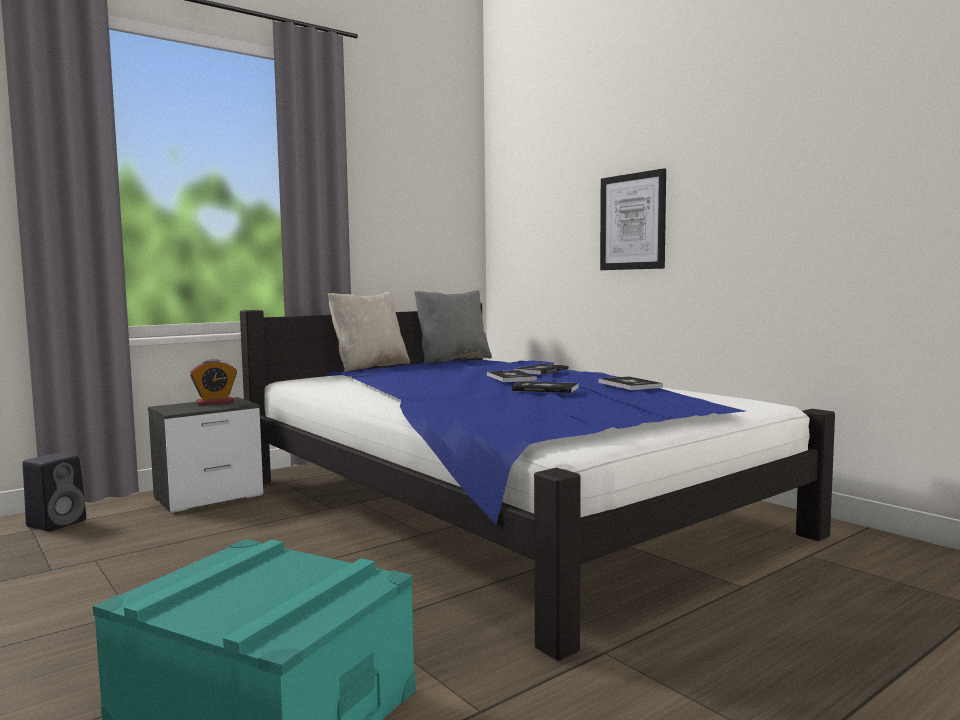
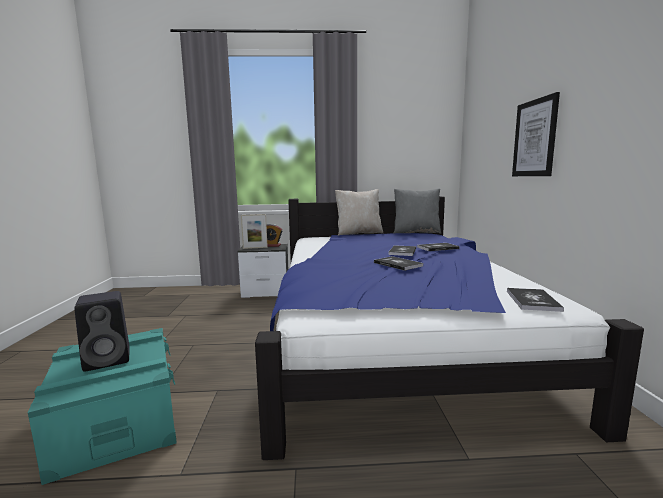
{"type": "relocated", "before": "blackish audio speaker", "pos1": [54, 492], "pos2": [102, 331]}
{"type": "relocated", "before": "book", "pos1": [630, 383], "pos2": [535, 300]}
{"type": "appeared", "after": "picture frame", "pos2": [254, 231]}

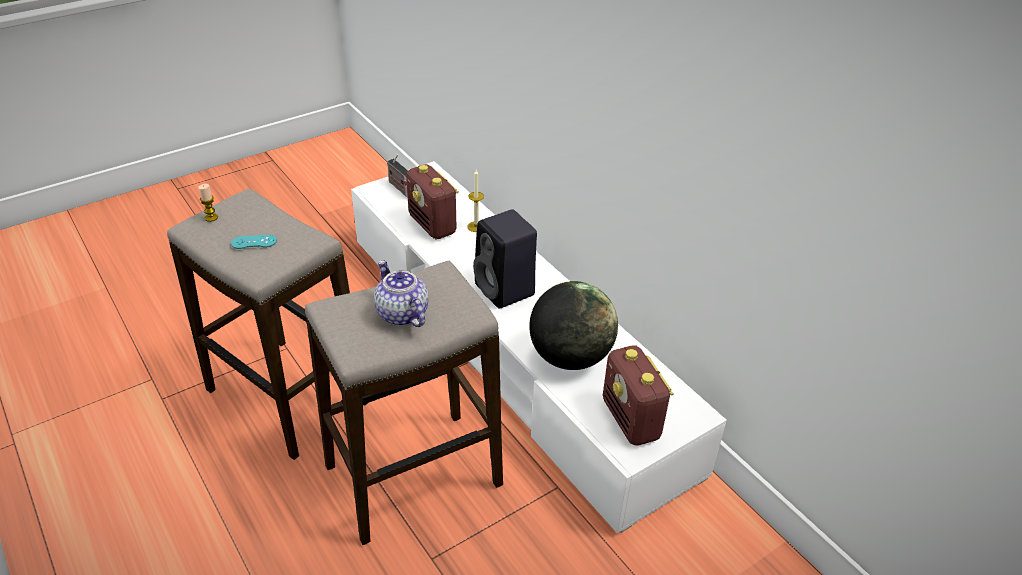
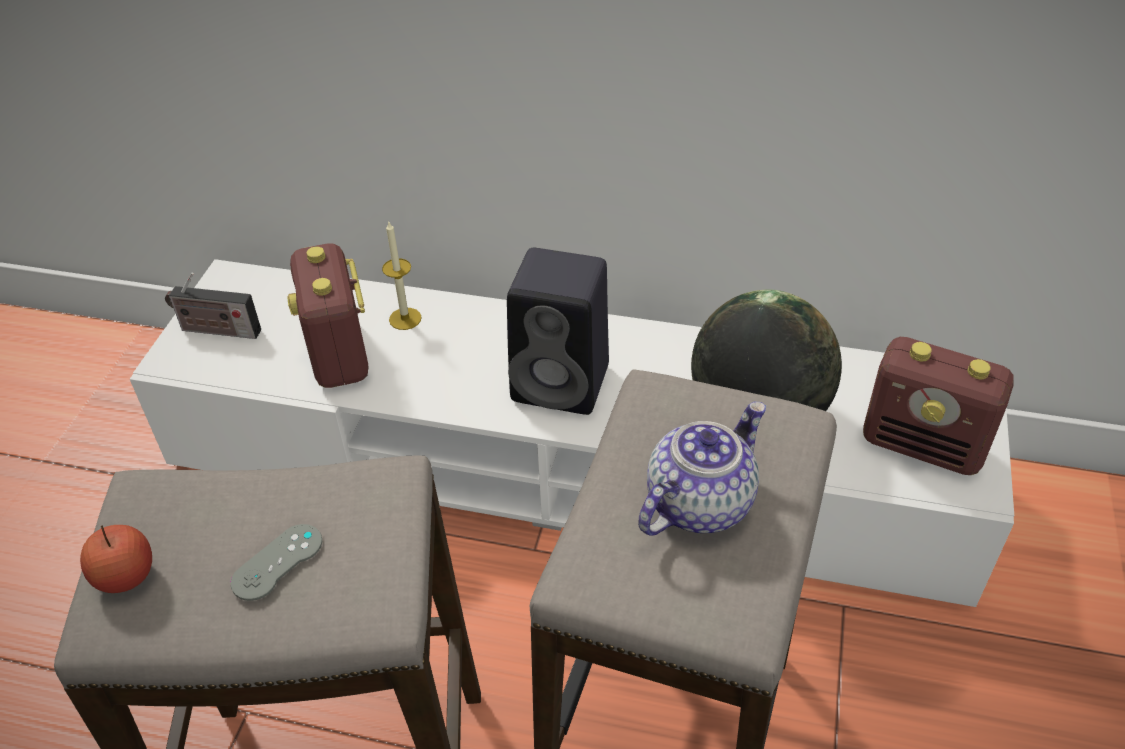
{"type": "exchanged", "before": "candle", "after": "apple fruit", "pos1": [208, 203], "pos2": [116, 559]}
{"type": "colour", "before": "turquoise-coloured game controller", "after": "greyish game controller", "pos1": [254, 242], "pos2": [276, 562]}
{"type": "spun", "before": "pot for tea", "pos1": [401, 293], "pos2": [702, 469], "turn": 120}
{"type": "spun", "before": "radio receiver", "pos1": [432, 201], "pos2": [328, 315], "turn": 60}

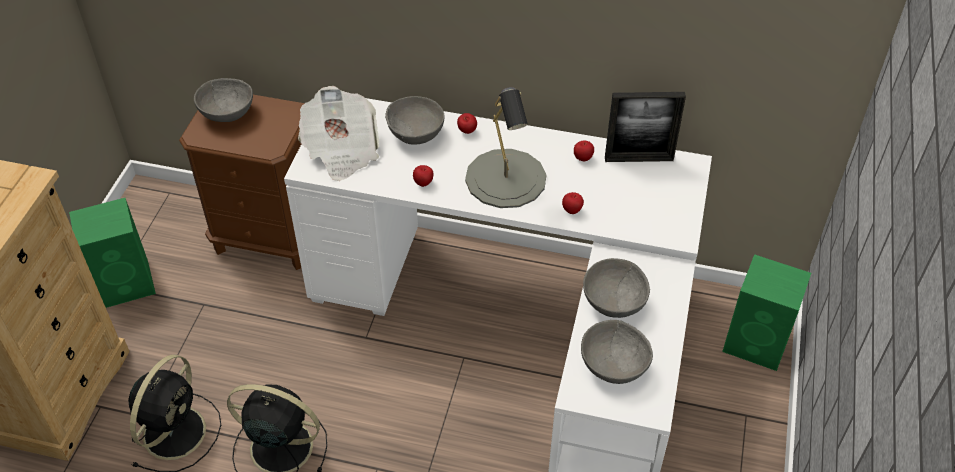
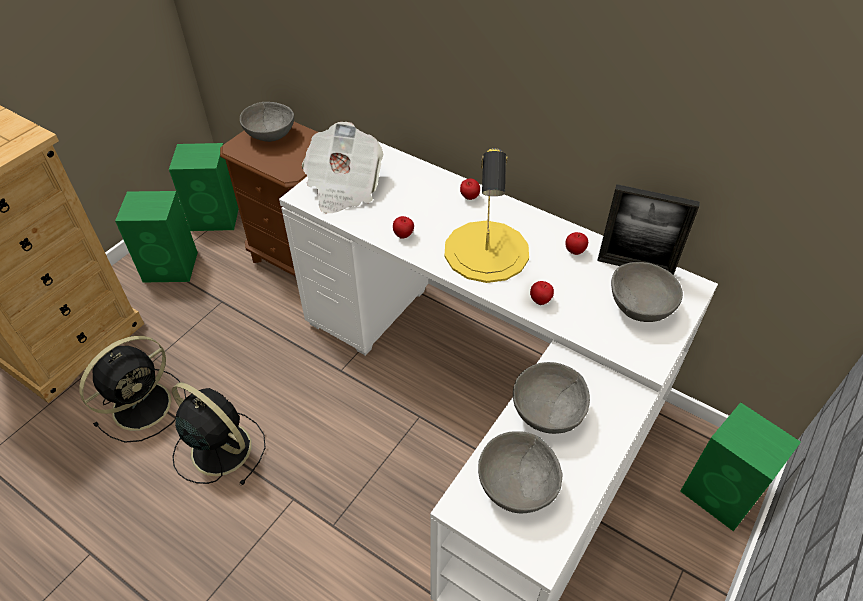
{"type": "relocated", "before": "greyish bowl", "pos1": [414, 120], "pos2": [647, 292]}
{"type": "colour", "before": "greyish tabletop lamp", "after": "yellow tabletop lamp", "pos1": [505, 147], "pos2": [487, 215]}
{"type": "appeared", "after": "greenish audio speaker", "pos2": [204, 187]}

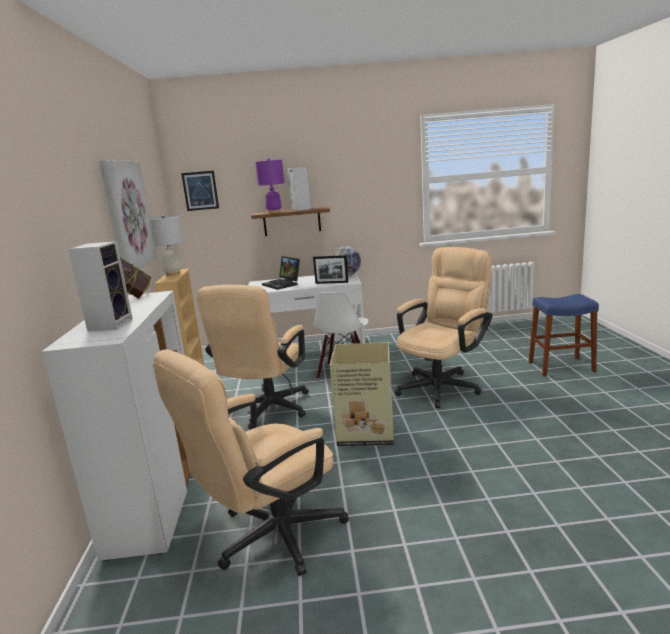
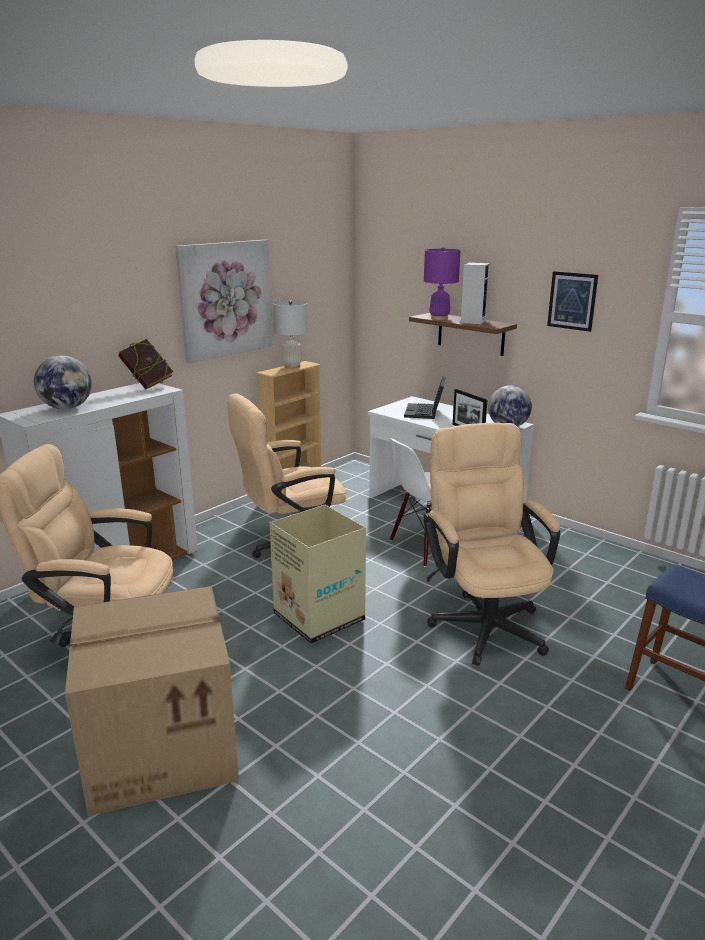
{"type": "exchanged", "before": "audio speaker", "after": "world globe", "pos1": [100, 286], "pos2": [63, 382]}
{"type": "relocated", "before": "picture", "pos1": [200, 191], "pos2": [572, 301]}
{"type": "spun", "before": "beige desk chair", "pos1": [444, 327], "pos2": [491, 544], "turn": -105}
{"type": "appeared", "after": "carton", "pos2": [152, 701]}

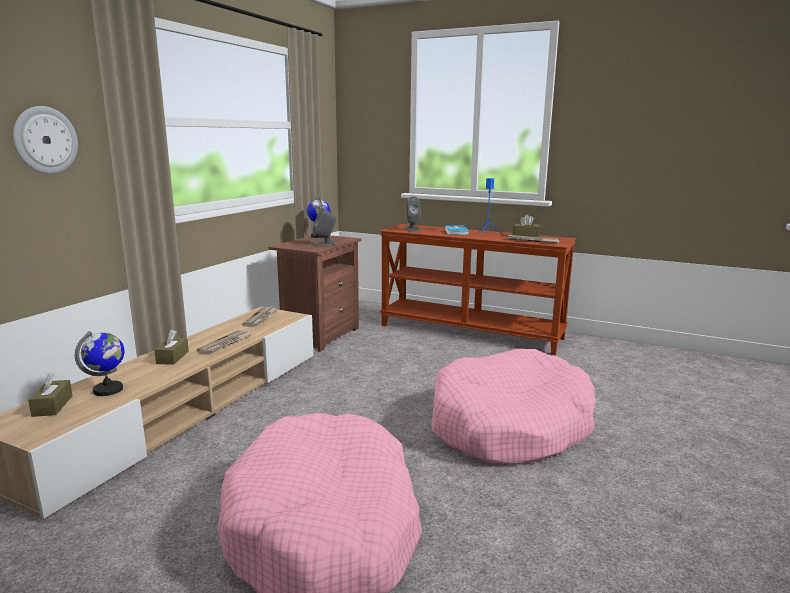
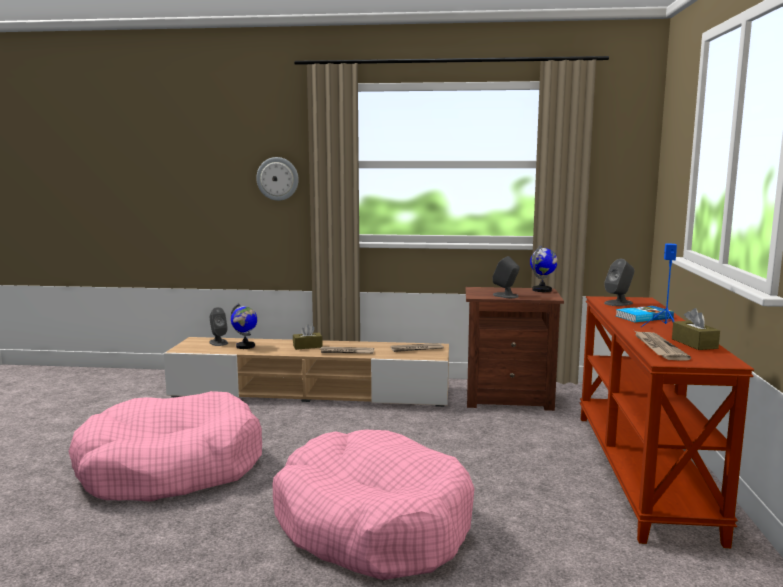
{"type": "exchanged", "before": "brown tissue box", "after": "greyish audio speaker", "pos1": [50, 394], "pos2": [218, 326]}

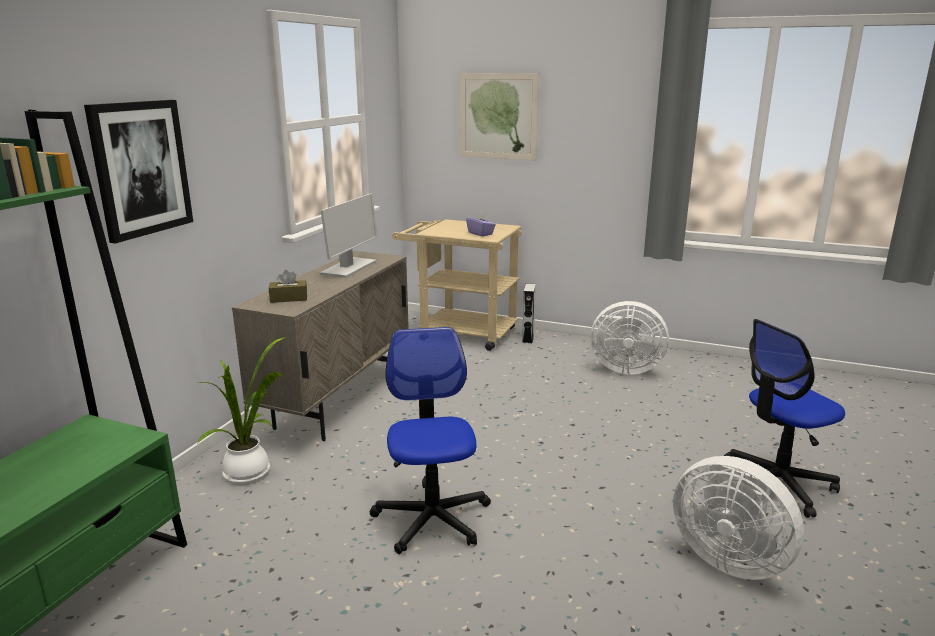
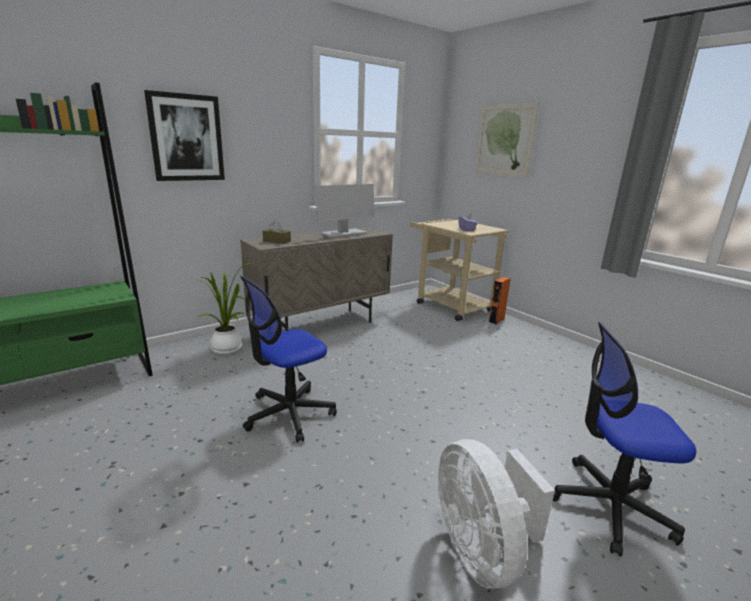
{"type": "spun", "before": "desk chair", "pos1": [430, 440], "pos2": [288, 359], "turn": -150}
{"type": "colour", "before": "greyish audio speaker", "after": "orangey audio speaker", "pos1": [529, 313], "pos2": [500, 300]}
{"type": "missing", "before": "whitish cooling fan", "pos1": [630, 338]}

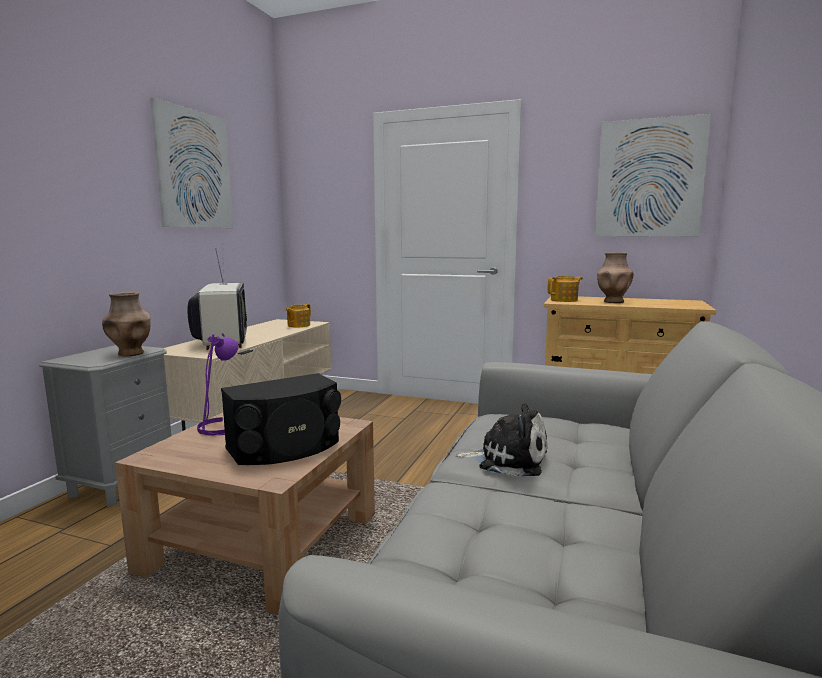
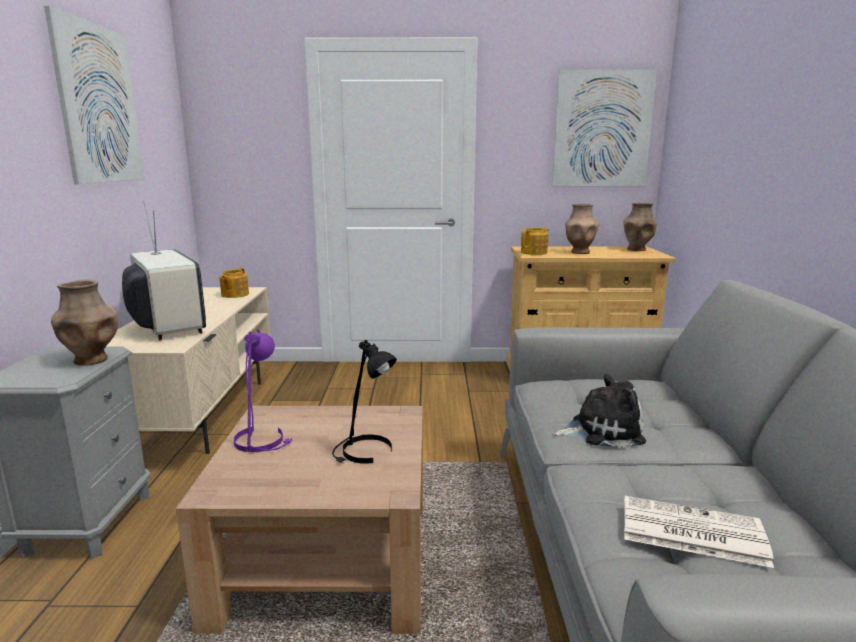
{"type": "exchanged", "before": "blackish audio speaker", "after": "blackish tabletop lamp", "pos1": [281, 419], "pos2": [364, 402]}
{"type": "appeared", "after": "brown vase", "pos2": [640, 226]}
{"type": "appeared", "after": "newspaper", "pos2": [699, 532]}

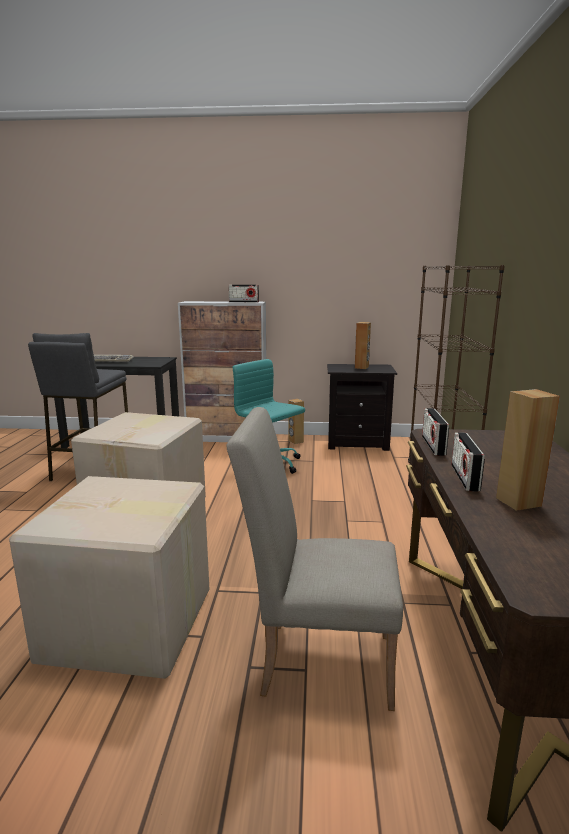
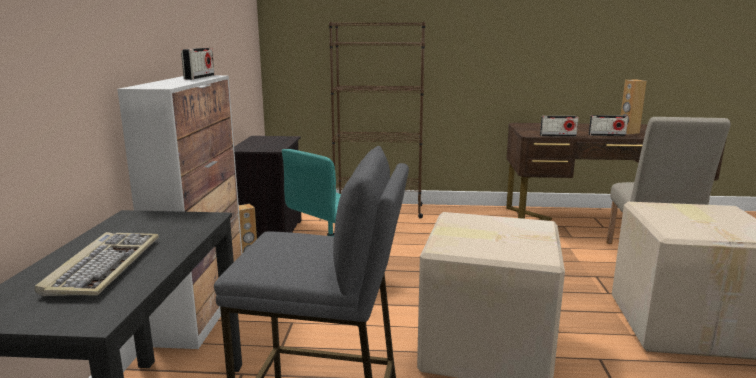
{"type": "missing", "before": "brown audio speaker", "pos1": [363, 345]}

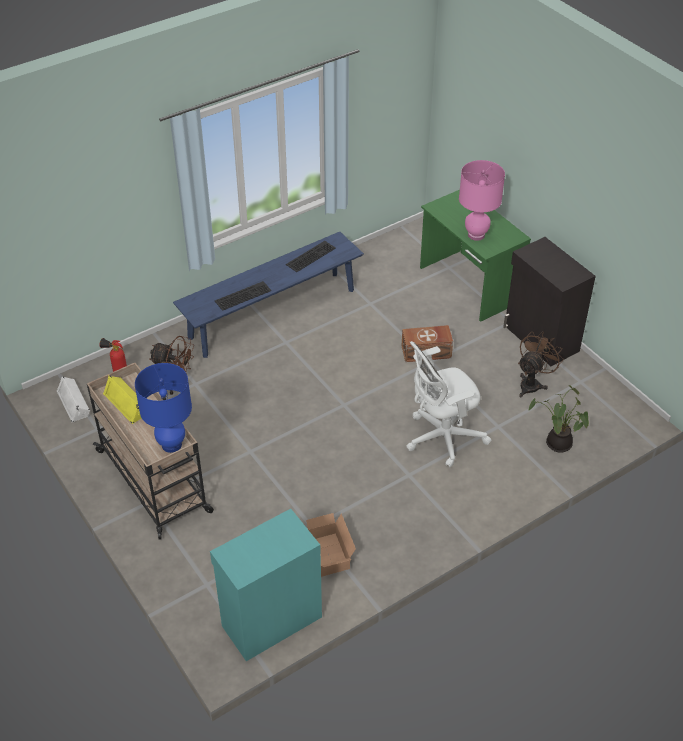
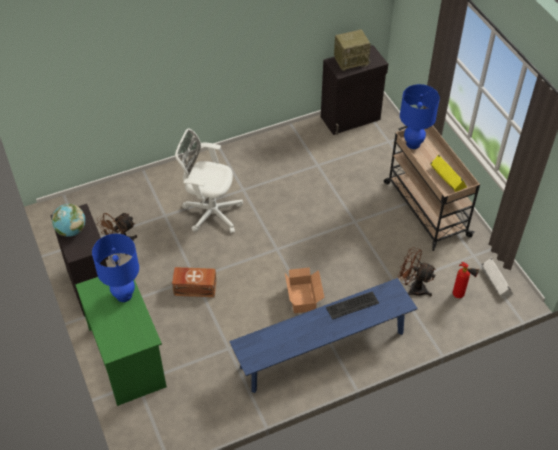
{"type": "colour", "before": "turquoise-coloured cupboard", "after": "blackish cupboard", "pos1": [266, 585], "pos2": [354, 90]}
{"type": "missing", "before": "computer keyboard", "pos1": [311, 256]}
{"type": "relocated", "before": "carton", "pos1": [331, 545], "pos2": [305, 290]}
{"type": "spun", "before": "whitish desk chair", "pos1": [448, 404], "pos2": [209, 181], "turn": -150}
{"type": "colour", "before": "pink tabletop lamp", "after": "bluish tabletop lamp", "pos1": [482, 200], "pos2": [115, 268]}
{"type": "missing", "before": "plant in a pot", "pos1": [558, 419]}
{"type": "appeared", "after": "world globe", "pos2": [68, 220]}
{"type": "appeared", "after": "radio receiver", "pos2": [352, 50]}

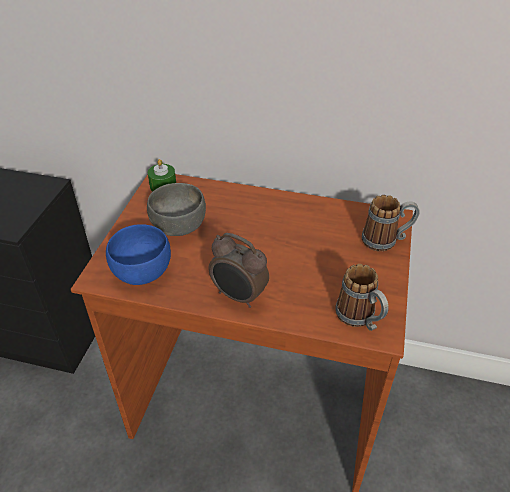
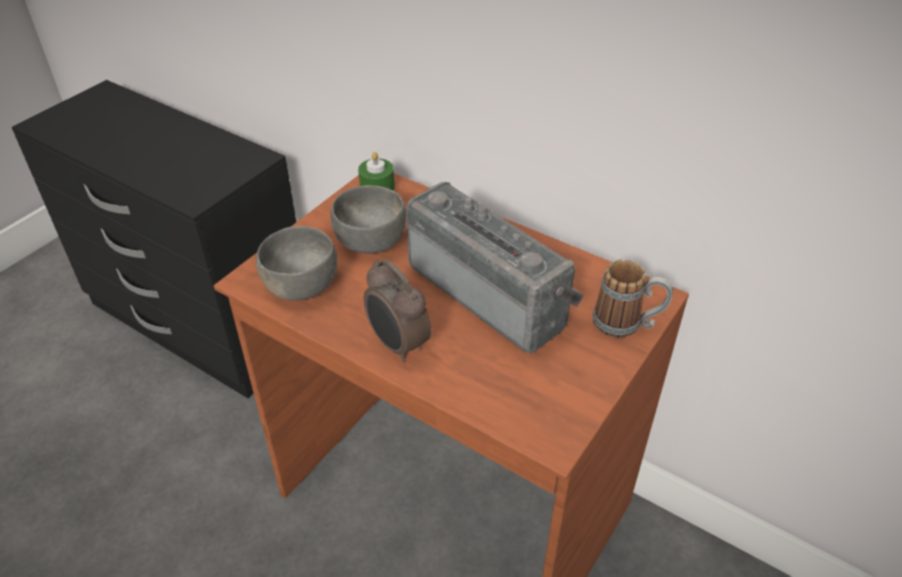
{"type": "colour", "before": "bluish bowl", "after": "greyish bowl", "pos1": [138, 254], "pos2": [296, 263]}
{"type": "missing", "before": "mug", "pos1": [362, 297]}
{"type": "appeared", "after": "radio receiver", "pos2": [495, 267]}

